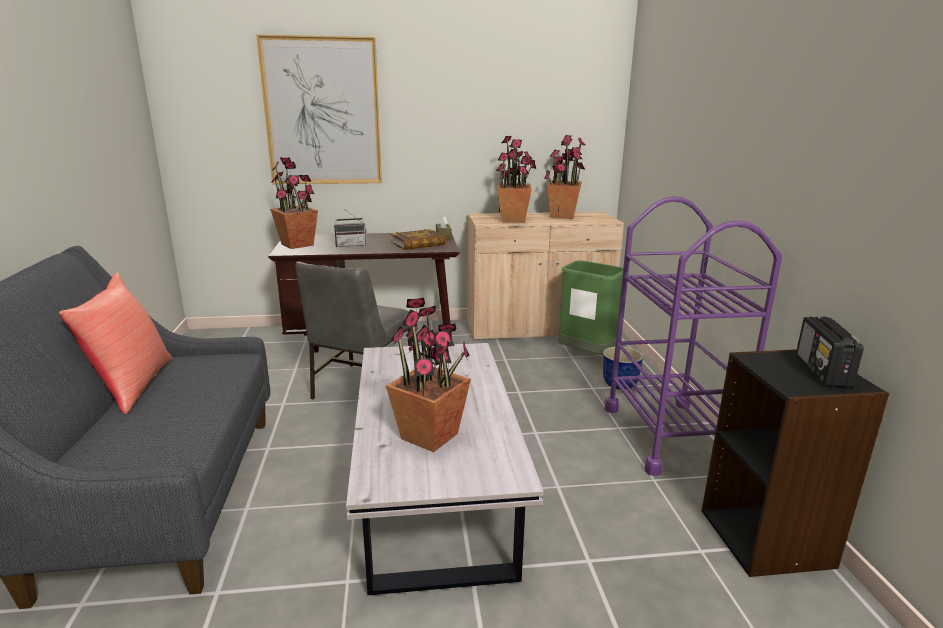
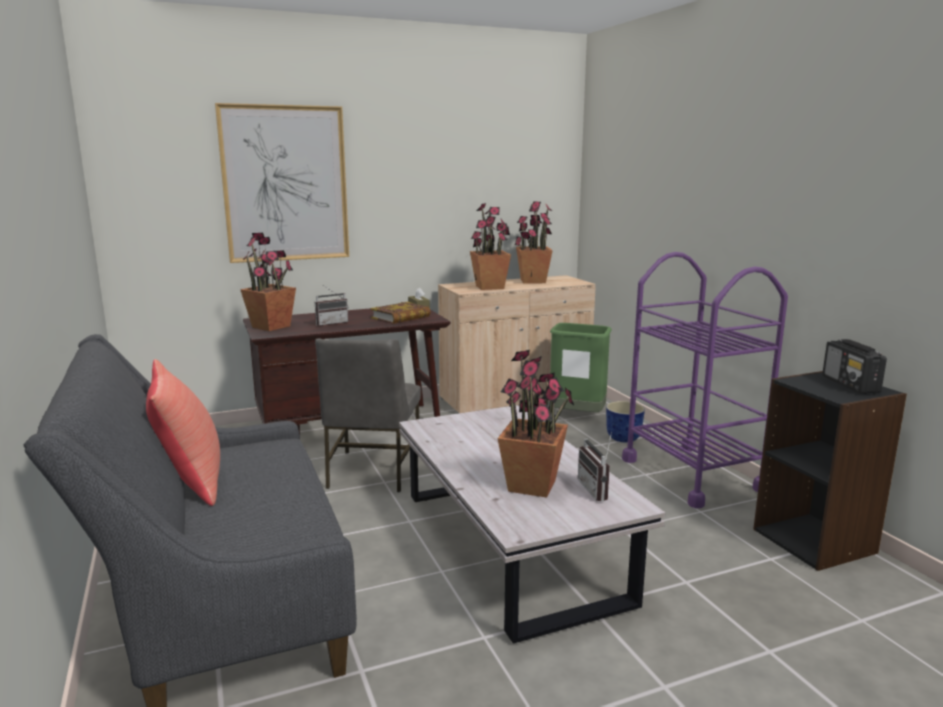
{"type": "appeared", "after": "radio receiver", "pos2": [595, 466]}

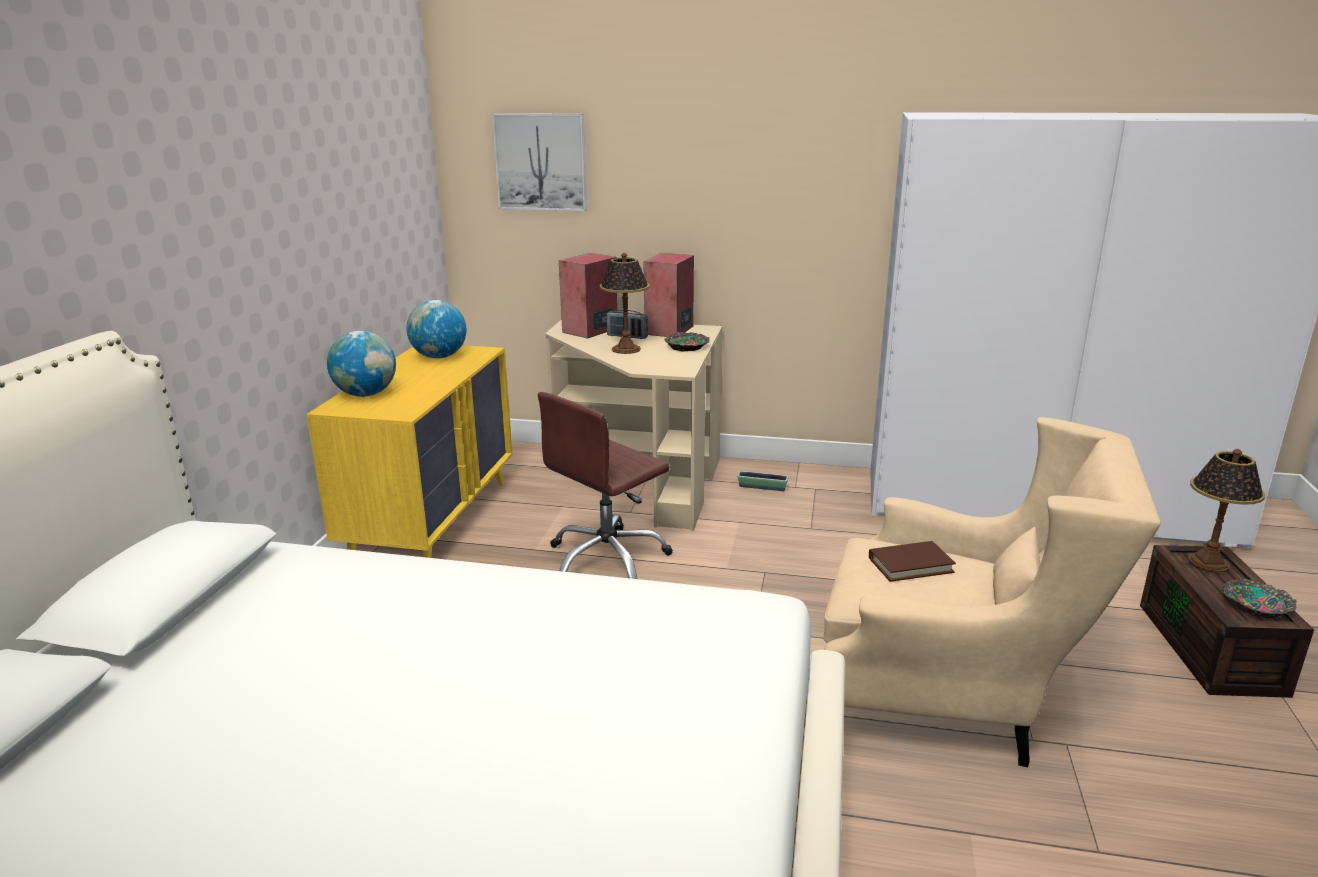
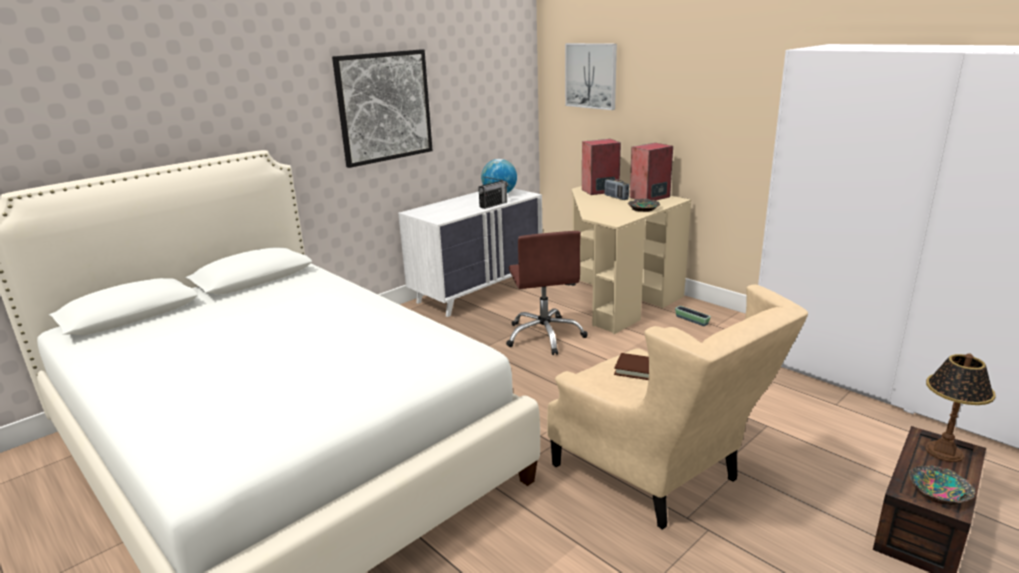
{"type": "colour", "before": "yellow chest of drawers", "after": "whitish chest of drawers", "pos1": [409, 451], "pos2": [470, 252]}
{"type": "missing", "before": "world globe", "pos1": [361, 364]}
{"type": "spun", "before": "brown desk chair", "pos1": [605, 485], "pos2": [547, 293], "turn": -90}
{"type": "missing", "before": "tabletop lamp", "pos1": [625, 303]}
{"type": "appeared", "after": "picture", "pos2": [382, 108]}
{"type": "appeared", "after": "radio receiver", "pos2": [493, 193]}

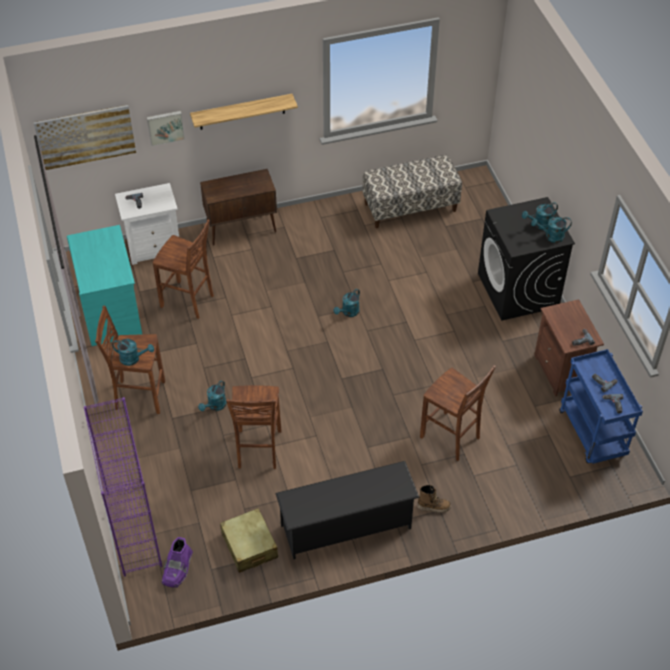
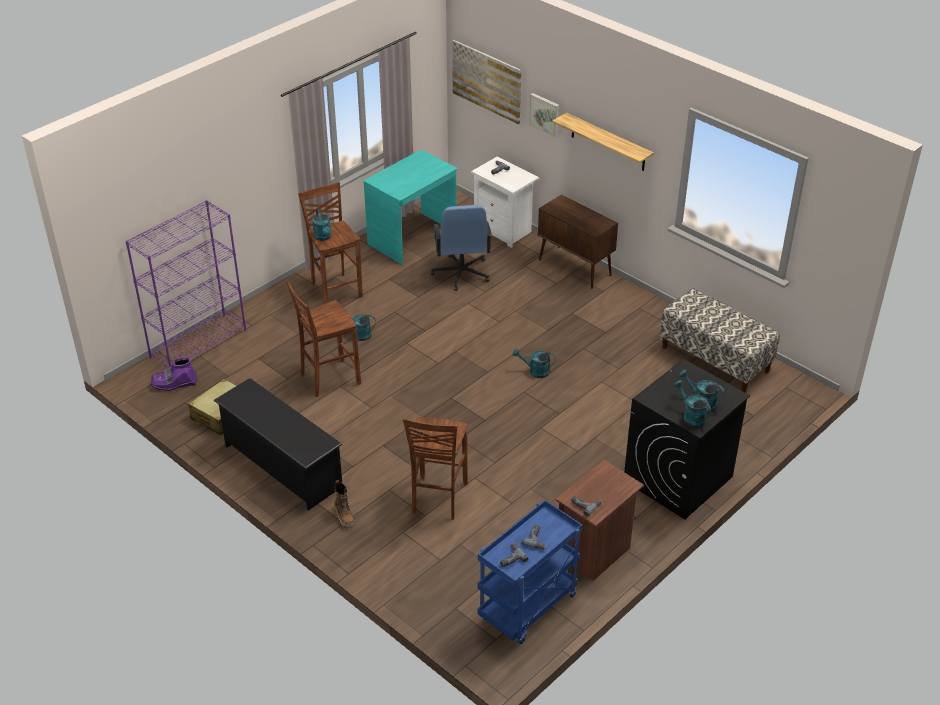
{"type": "exchanged", "before": "brown stool", "after": "bluish desk chair", "pos1": [183, 269], "pos2": [461, 248]}

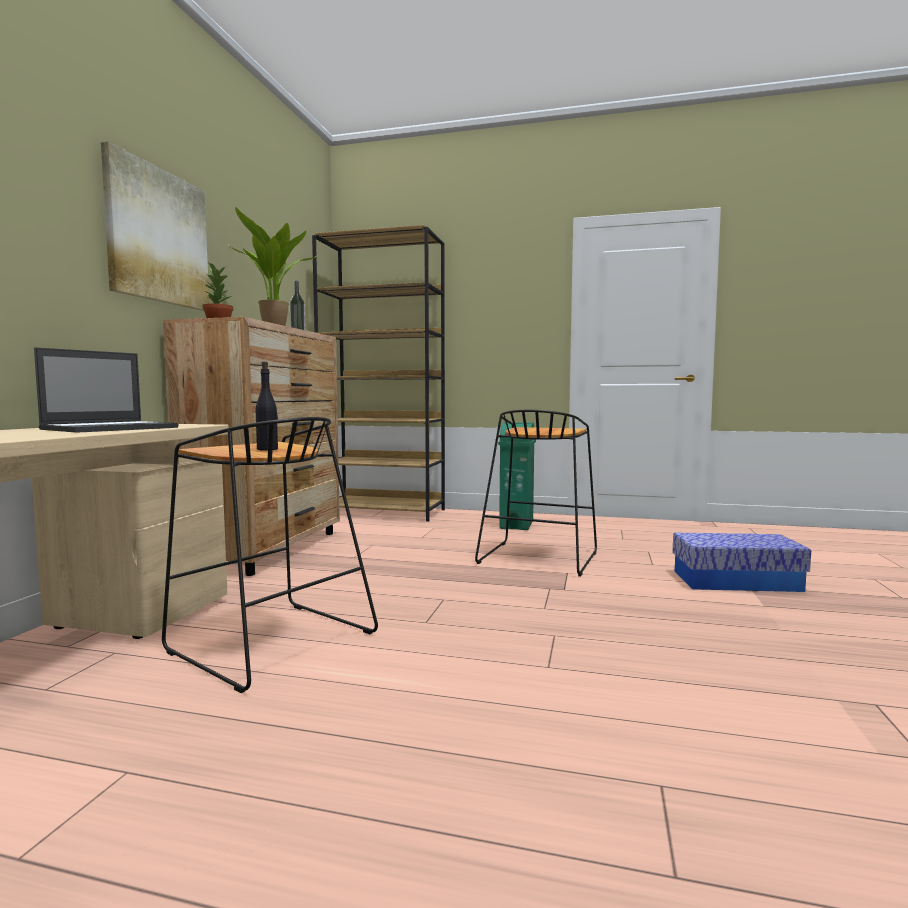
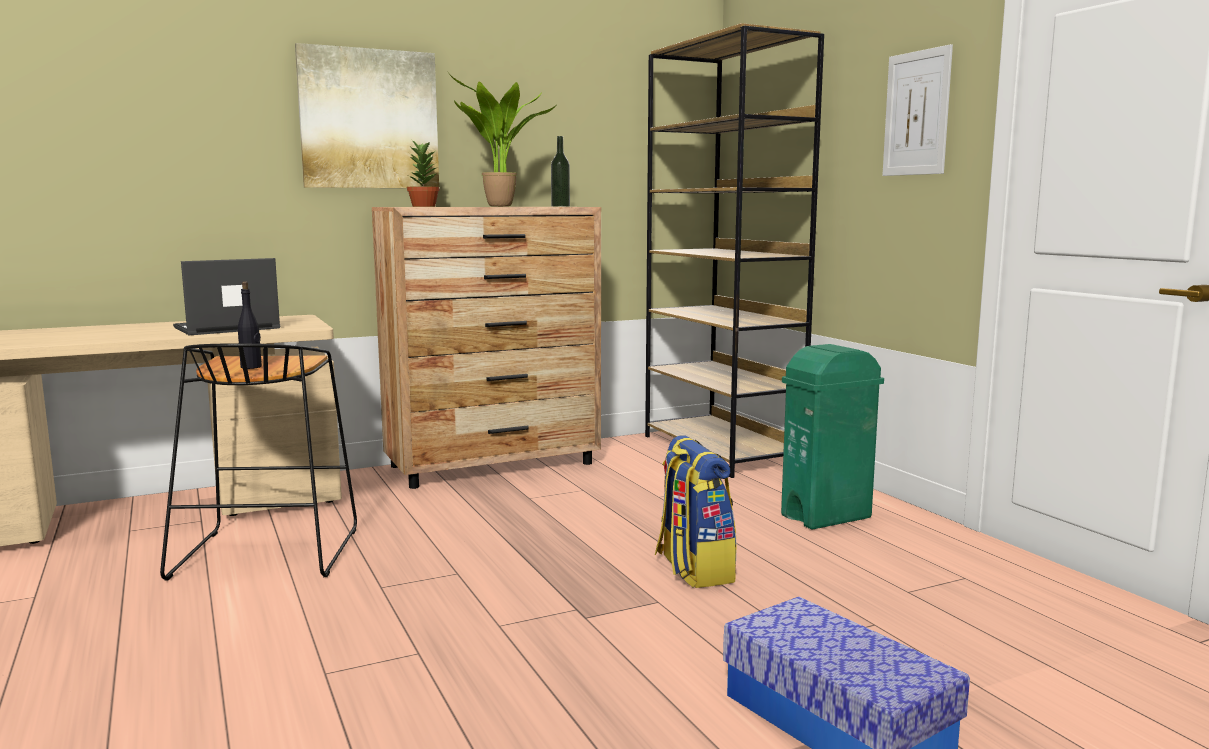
{"type": "spun", "before": "laptop", "pos1": [106, 390], "pos2": [226, 296], "turn": 150}
{"type": "exchanged", "before": "blackish stool", "after": "rucksack", "pos1": [536, 493], "pos2": [696, 511]}
{"type": "appeared", "after": "picture", "pos2": [917, 110]}

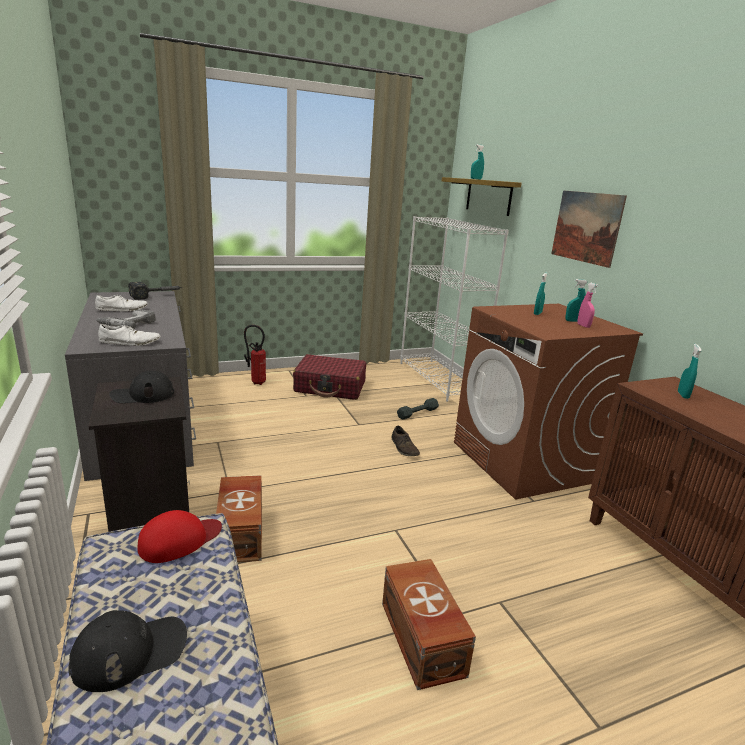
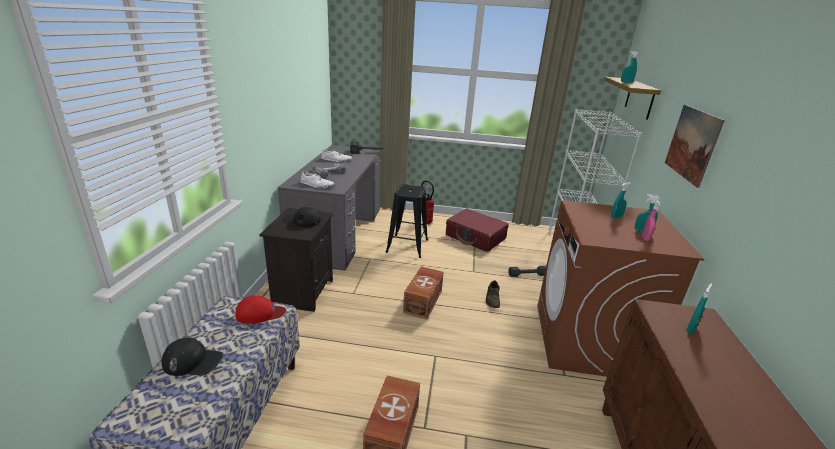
{"type": "relocated", "before": "brown storage bin", "pos1": [239, 519], "pos2": [423, 293]}
{"type": "appeared", "after": "blackish stool", "pos2": [407, 221]}

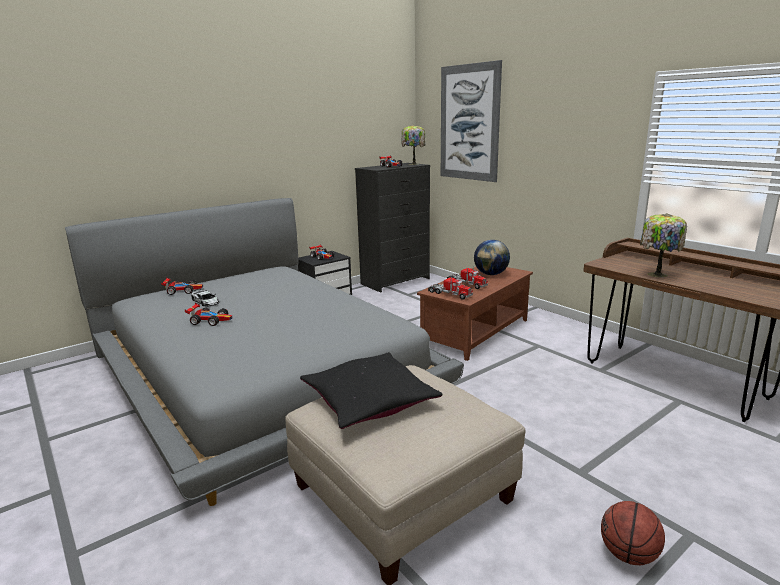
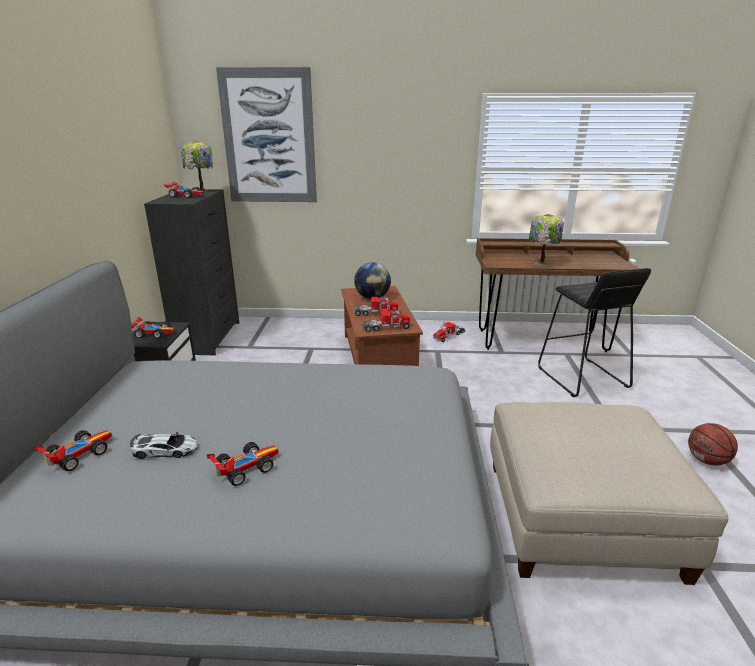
{"type": "missing", "before": "blackish pillow", "pos1": [371, 390]}
{"type": "appeared", "after": "toy lorry", "pos2": [449, 332]}
{"type": "appeared", "after": "blackish stool", "pos2": [594, 332]}

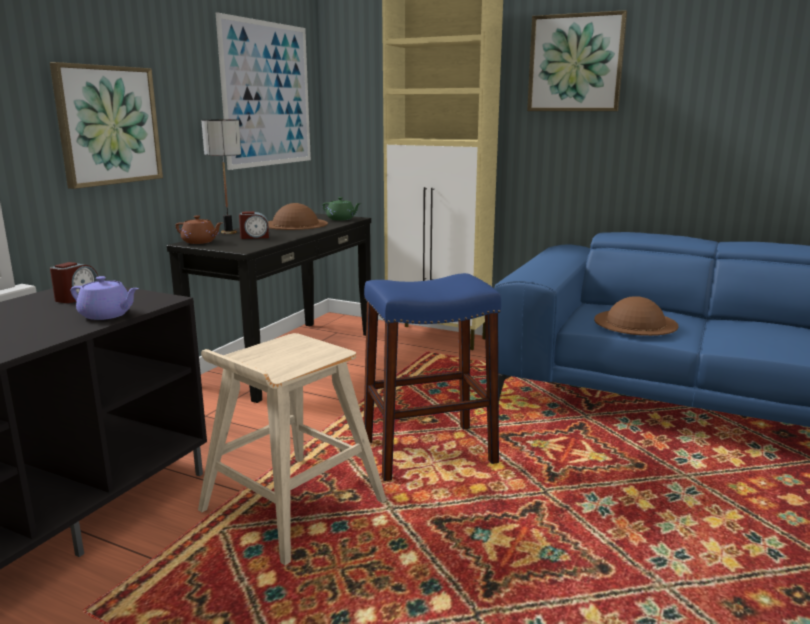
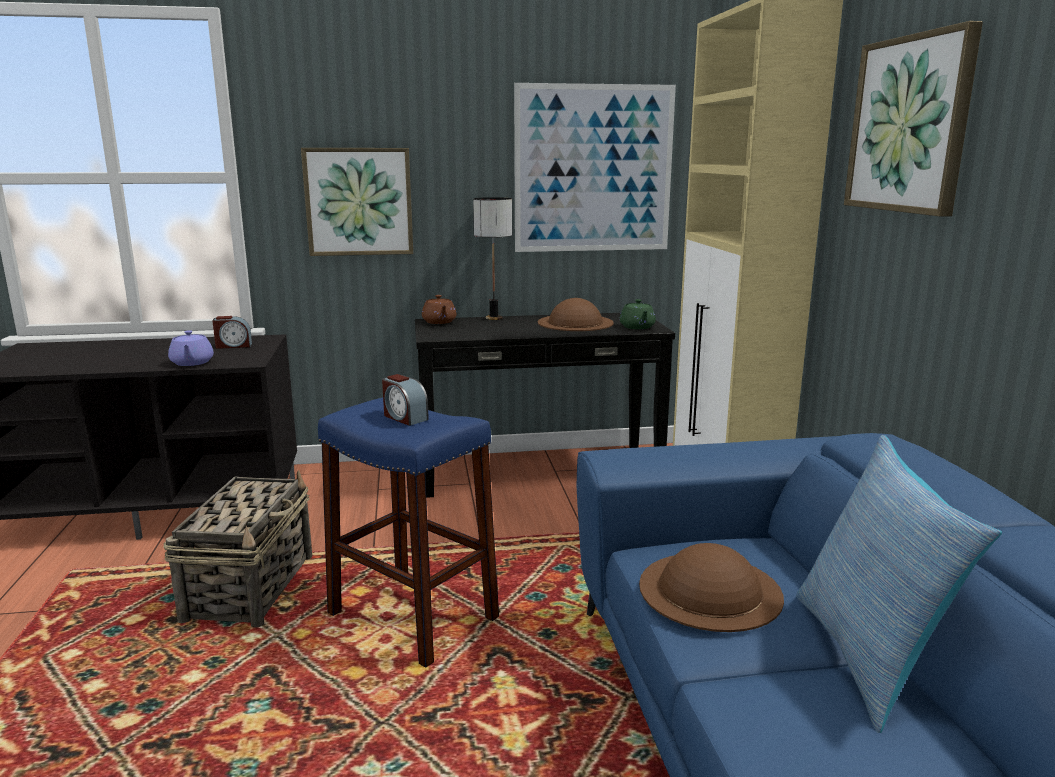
{"type": "exchanged", "before": "beige stool", "after": "storage basket", "pos1": [292, 449], "pos2": [237, 548]}
{"type": "relocated", "before": "alarm clock", "pos1": [254, 225], "pos2": [405, 400]}
{"type": "appeared", "after": "pillow", "pos2": [899, 584]}

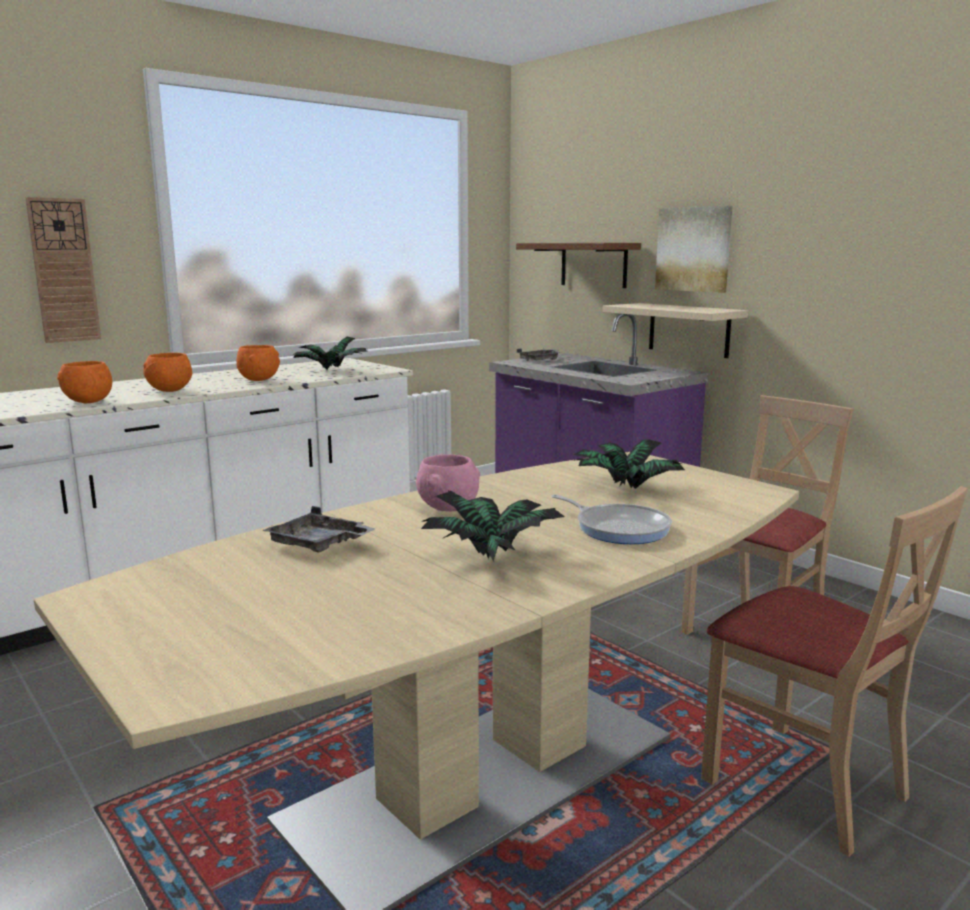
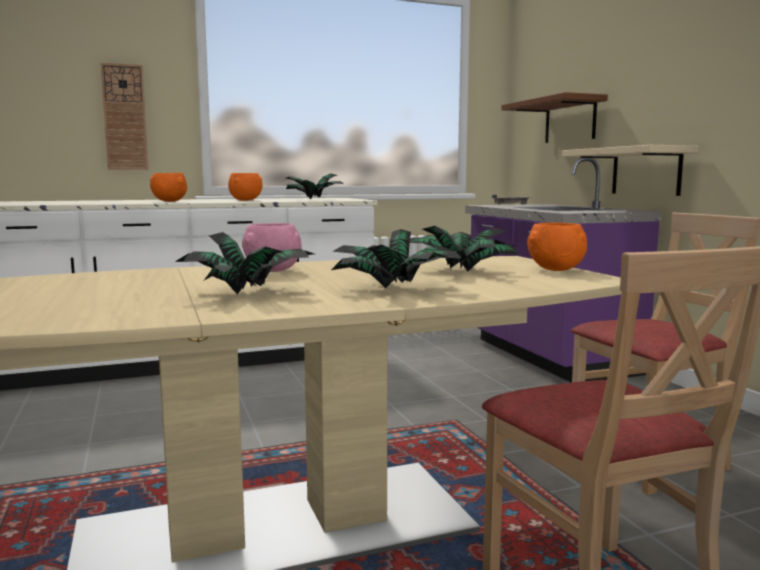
{"type": "relocated", "before": "orangey bowl", "pos1": [84, 382], "pos2": [557, 247]}
{"type": "missing", "before": "greyish tray", "pos1": [319, 529]}
{"type": "exchanged", "before": "pan", "after": "plant in a pot", "pos1": [611, 519], "pos2": [397, 258]}
{"type": "missing", "before": "picture", "pos1": [694, 249]}

